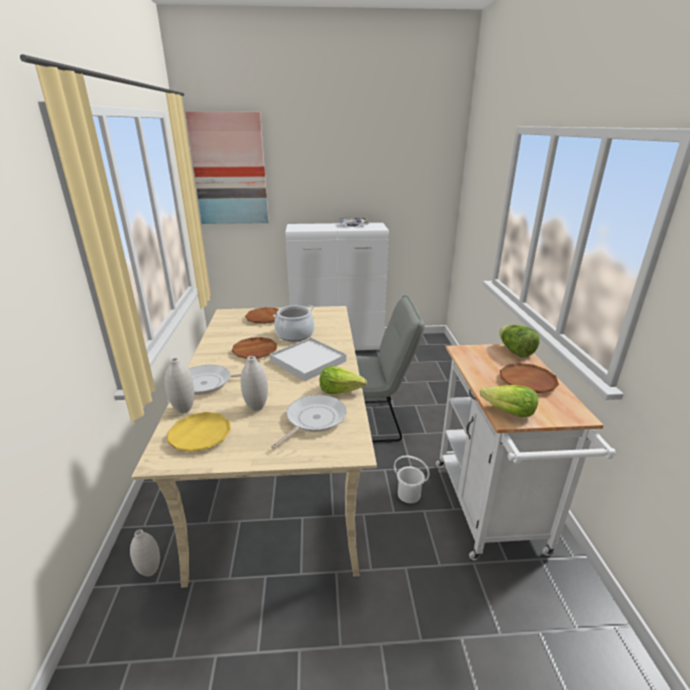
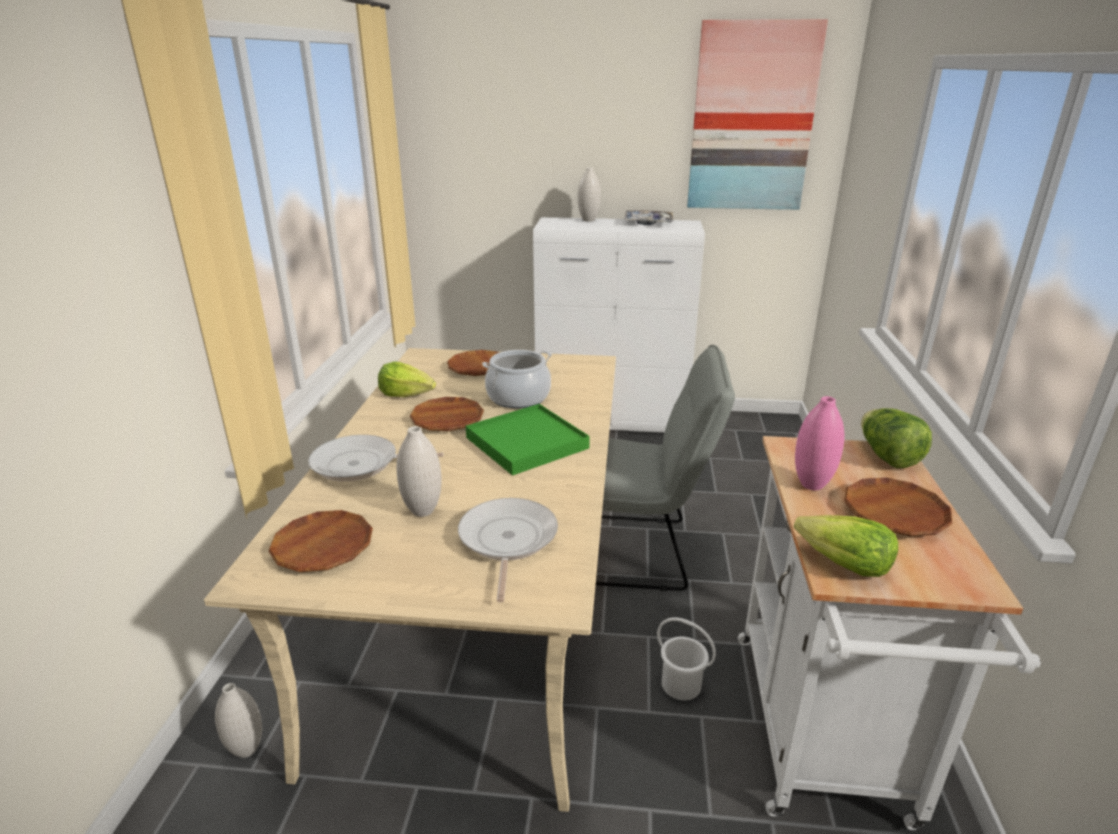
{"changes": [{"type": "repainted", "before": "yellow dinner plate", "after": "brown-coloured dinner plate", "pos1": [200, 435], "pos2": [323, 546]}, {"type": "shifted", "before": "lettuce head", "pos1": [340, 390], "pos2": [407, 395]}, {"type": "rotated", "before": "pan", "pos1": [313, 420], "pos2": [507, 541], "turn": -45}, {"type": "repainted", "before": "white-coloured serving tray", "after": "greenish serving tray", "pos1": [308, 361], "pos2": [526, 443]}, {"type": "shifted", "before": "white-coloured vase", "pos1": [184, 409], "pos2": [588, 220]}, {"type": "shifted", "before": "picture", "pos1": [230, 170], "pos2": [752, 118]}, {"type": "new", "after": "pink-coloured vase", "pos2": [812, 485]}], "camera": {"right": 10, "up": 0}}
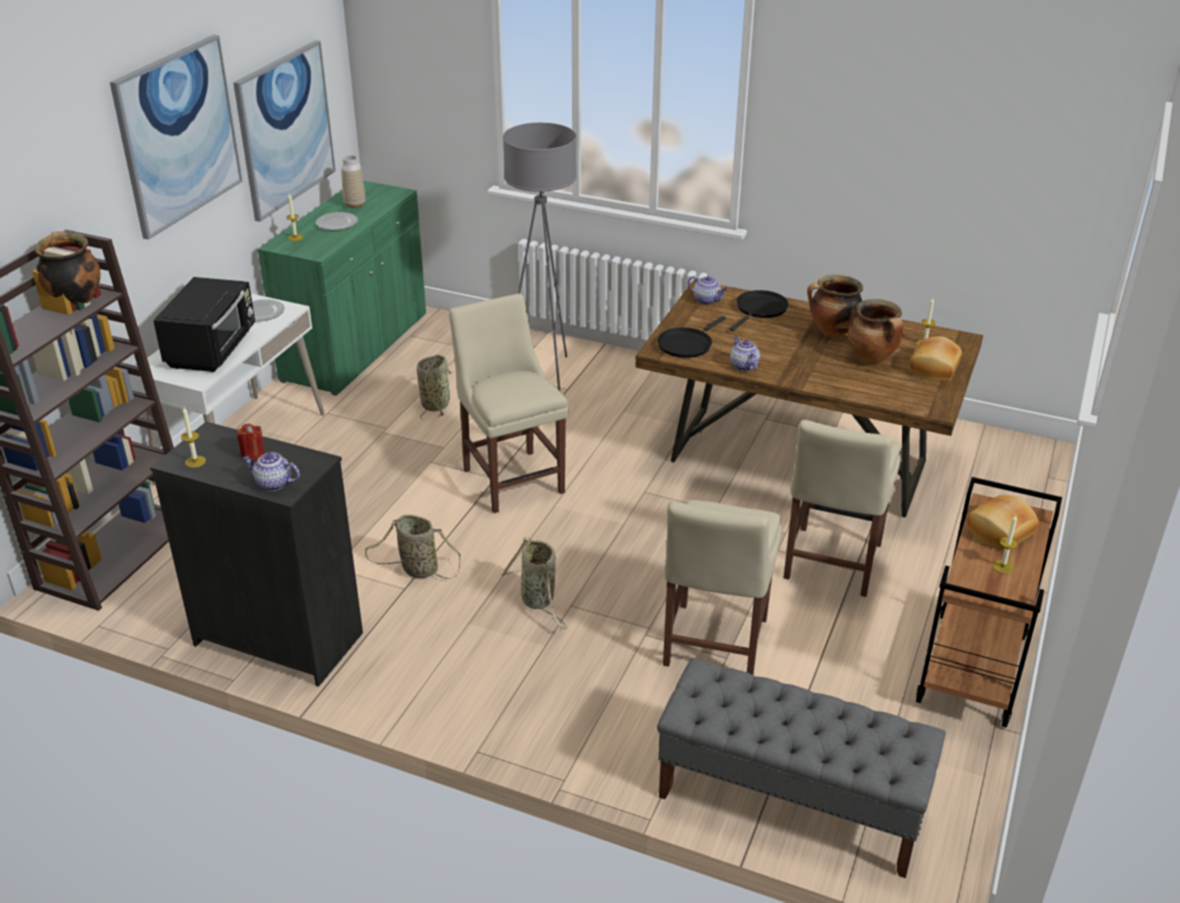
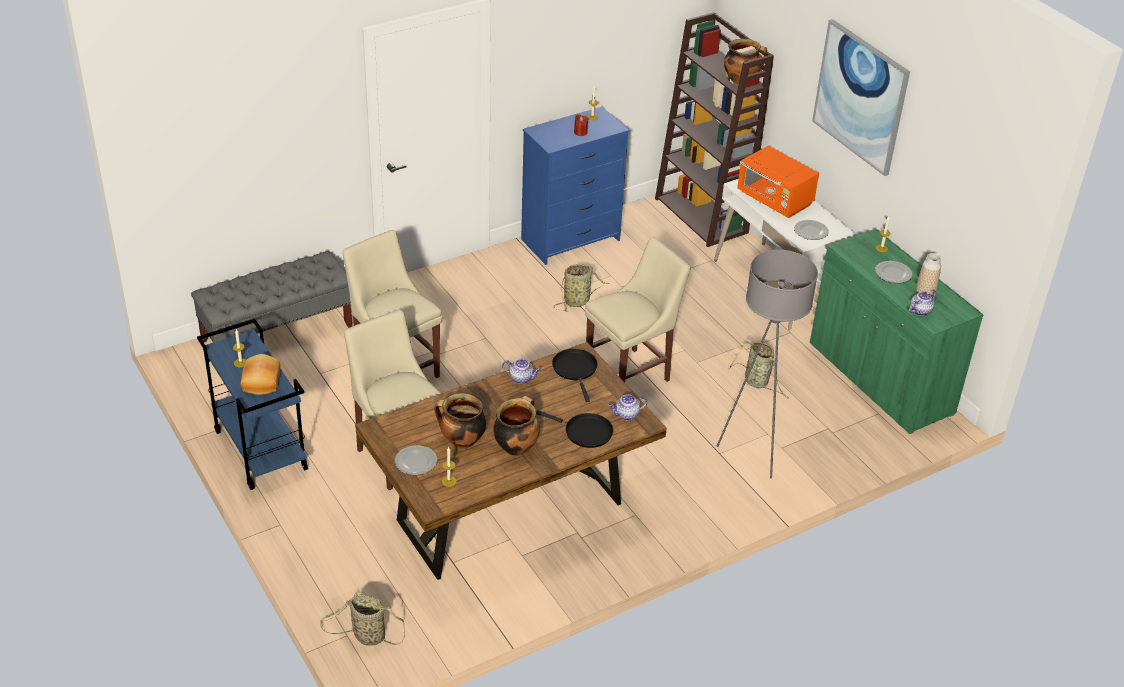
{"changes": [{"type": "repainted", "before": "brown-coloured trolley", "after": "blue-coloured trolley", "pos1": [973, 670], "pos2": [259, 450]}, {"type": "shifted", "before": "storage basket", "pos1": [539, 601], "pos2": [367, 636]}, {"type": "swapped", "before": "bakery bread", "after": "dinner plate", "pos1": [935, 369], "pos2": [415, 461]}, {"type": "repainted", "before": "black drawer chest", "after": "blue-coloured drawer chest", "pos1": [279, 638], "pos2": [571, 240]}, {"type": "rotated", "before": "black pan", "pos1": [760, 309], "pos2": [585, 432], "turn": -45}, {"type": "rotated", "before": "beige-coloured plain chair", "pos1": [511, 478], "pos2": [631, 374], "turn": -45}, {"type": "repainted", "before": "black microwave", "after": "orange-coloured microwave", "pos1": [213, 349], "pos2": [774, 200]}, {"type": "shifted", "before": "teapot", "pos1": [272, 483], "pos2": [920, 310]}, {"type": "gone", "before": "picture", "pos1": [285, 129]}], "camera": {"right": 125, "up": 5}}
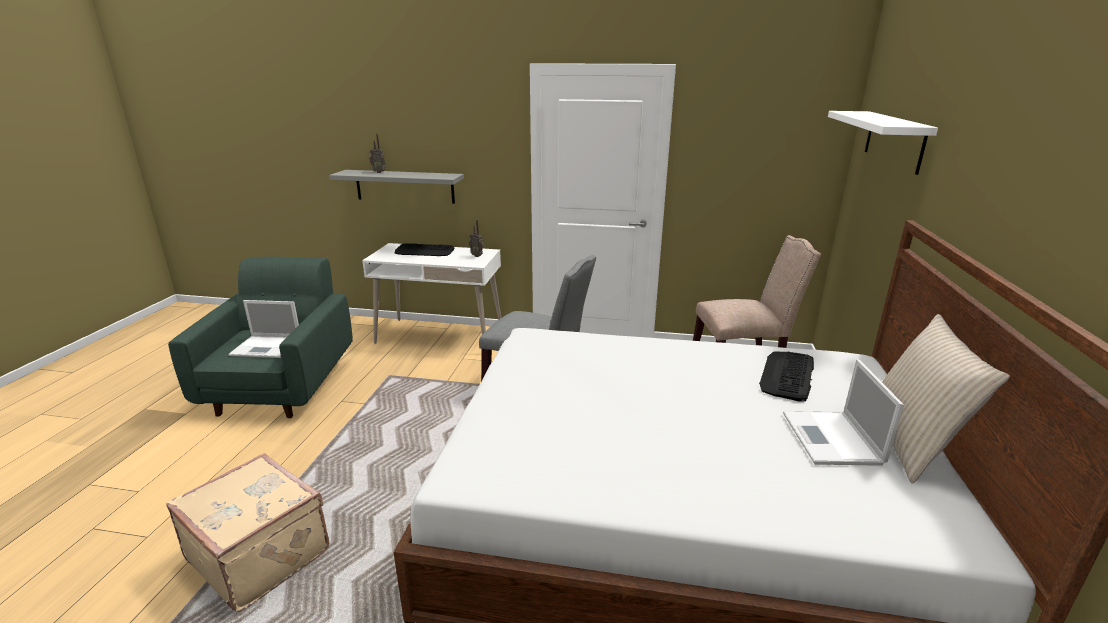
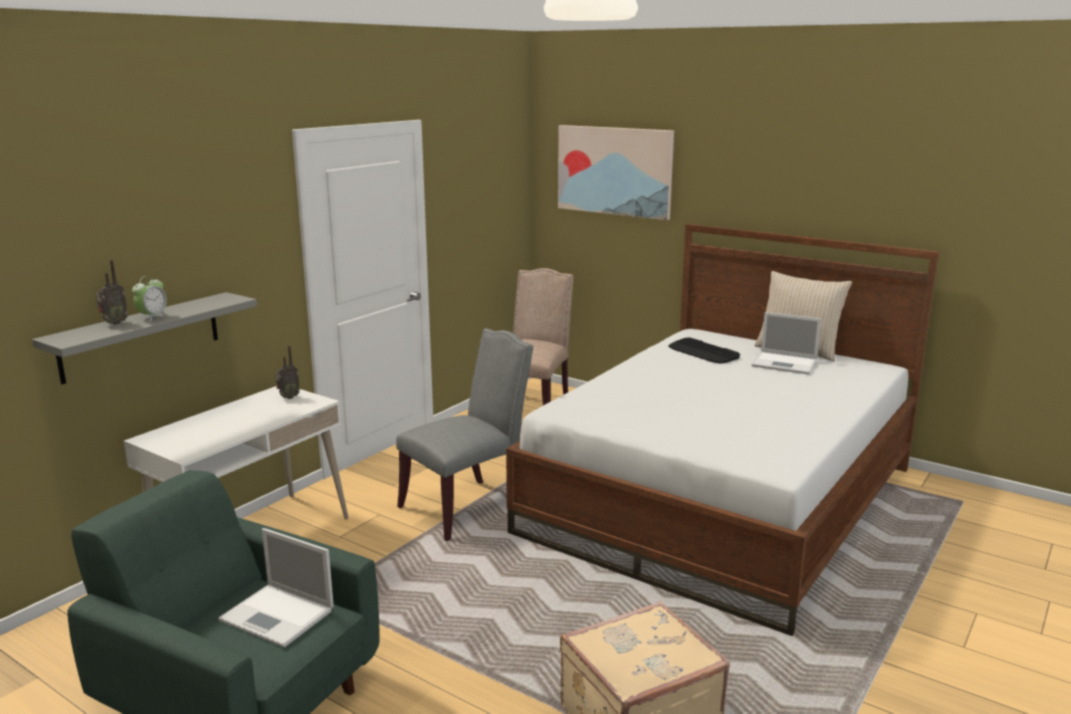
{"changes": [{"type": "new", "after": "bedside clock", "pos2": [152, 317]}, {"type": "rotated", "before": "notebook computer", "pos1": [267, 347], "pos2": [279, 615], "turn": 90}, {"type": "swapped", "before": "white-coloured wall shelf", "after": "picture", "pos1": [894, 140], "pos2": [614, 171]}, {"type": "gone", "before": "keyboard", "pos1": [424, 251]}], "camera": {"right": -65, "up": -5}}
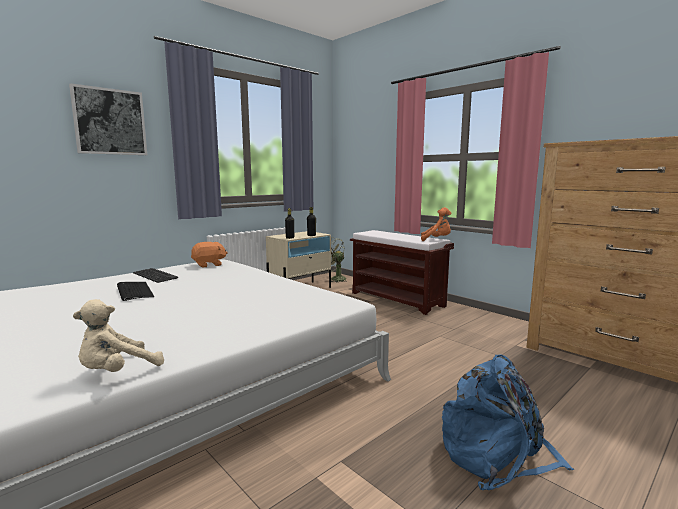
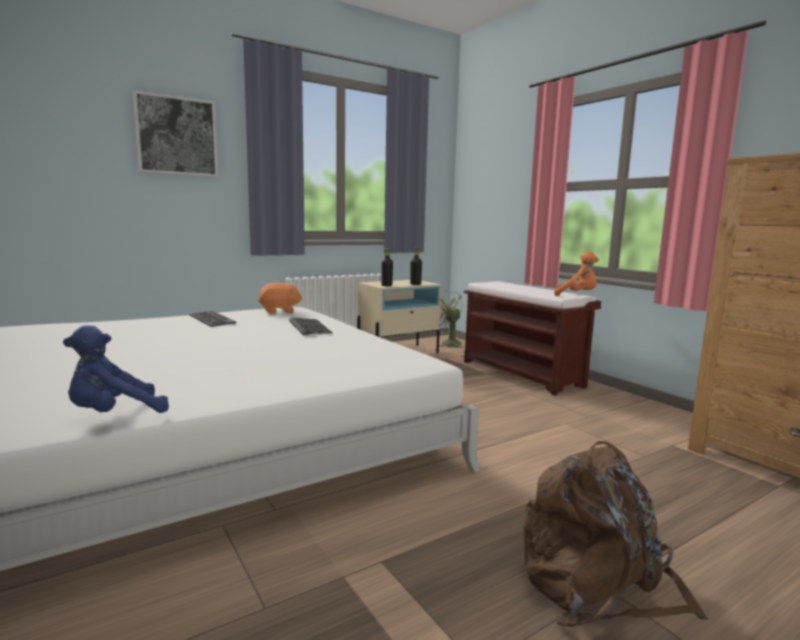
{"changes": [{"type": "repainted", "before": "beige-coloured cuddly toy", "after": "blue-coloured cuddly toy", "pos1": [117, 372], "pos2": [114, 415]}, {"type": "shifted", "before": "keyboard", "pos1": [134, 291], "pos2": [309, 327]}, {"type": "repainted", "before": "blue-coloured backpack", "after": "brown-coloured backpack", "pos1": [497, 456], "pos2": [598, 585]}], "camera": {"right": 10, "up": 0}}
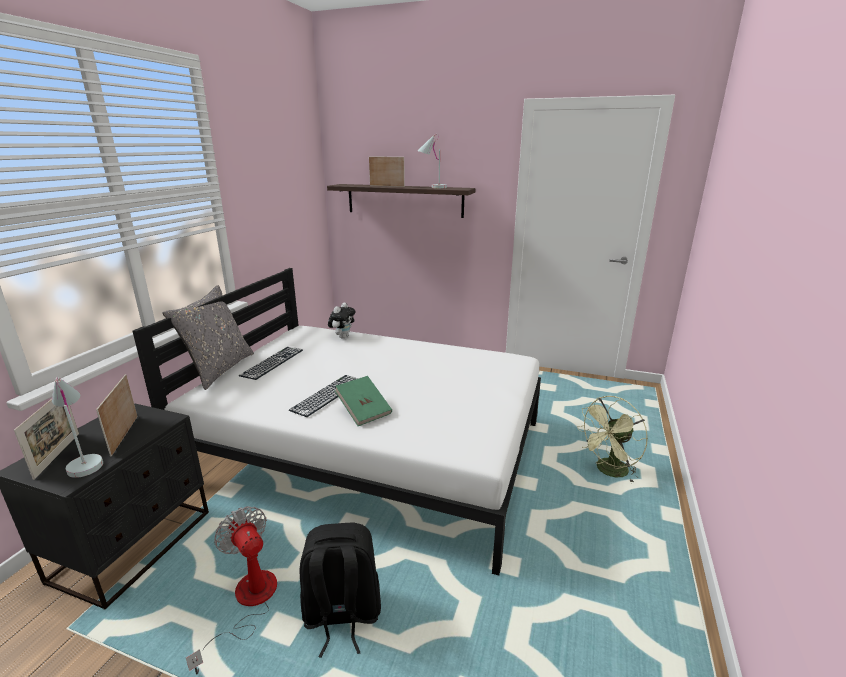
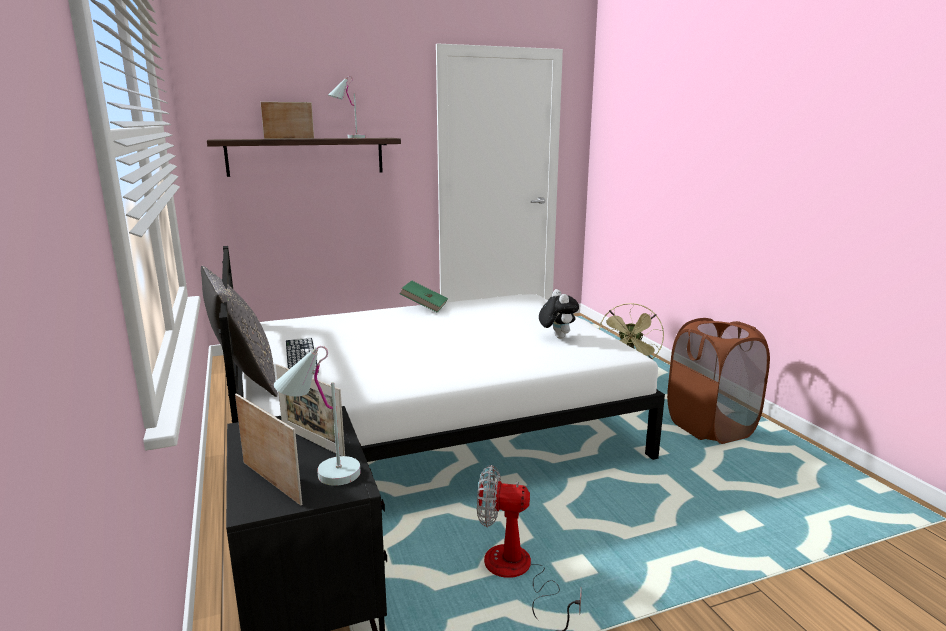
{"changes": [{"type": "shifted", "before": "greenish volume", "pos1": [364, 411], "pos2": [424, 307]}, {"type": "shifted", "before": "cuddly toy", "pos1": [343, 336], "pos2": [557, 337]}, {"type": "new", "after": "brown-coloured hamper", "pos2": [710, 427]}, {"type": "gone", "before": "keyboard", "pos1": [327, 394]}, {"type": "gone", "before": "black backpack", "pos1": [341, 615]}], "camera": {"right": -40, "up": -5}}
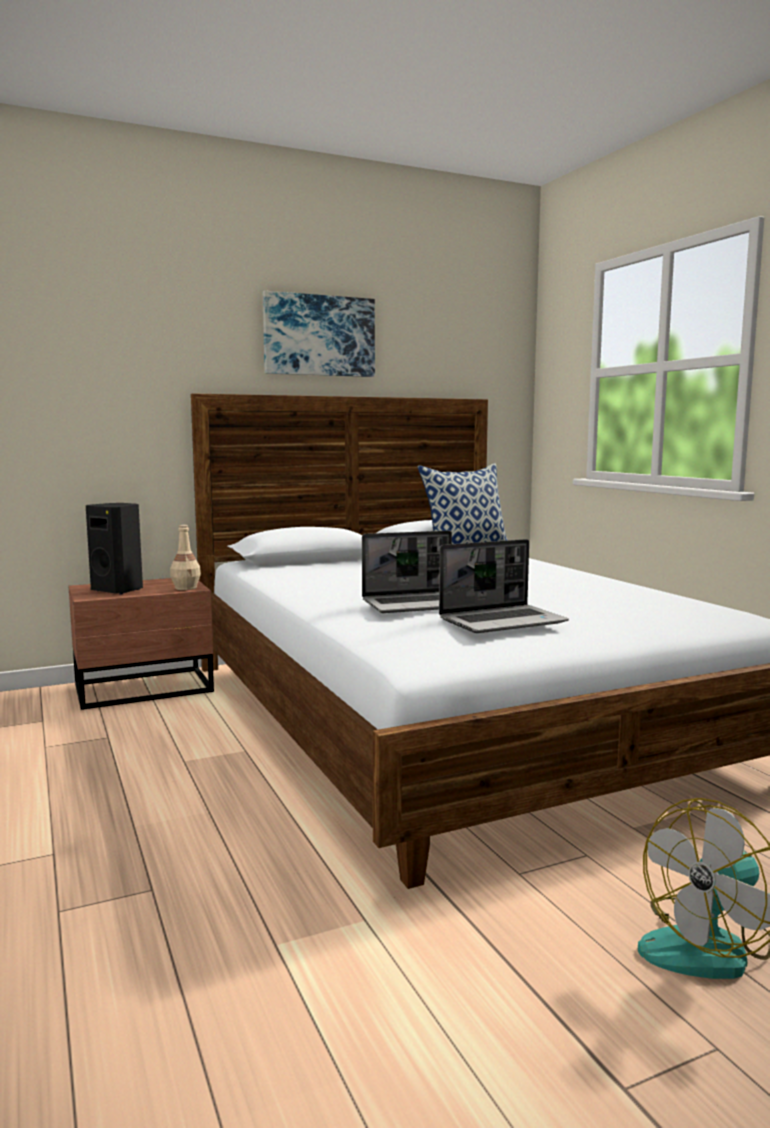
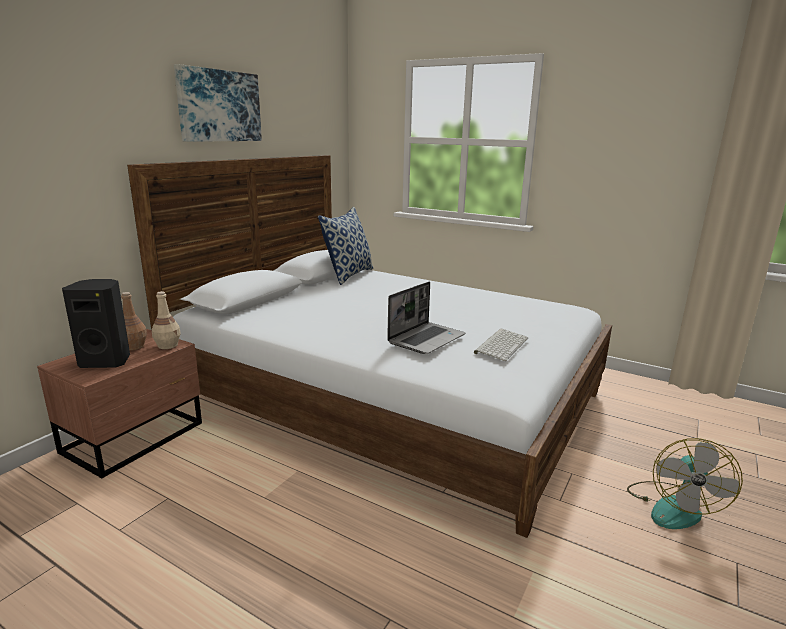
{"changes": [{"type": "new", "after": "brown-coloured drink bottle", "pos2": [134, 347]}, {"type": "swapped", "before": "notebook computer", "after": "keyboard", "pos1": [503, 621], "pos2": [501, 345]}], "camera": {"right": -35, "up": 10}}
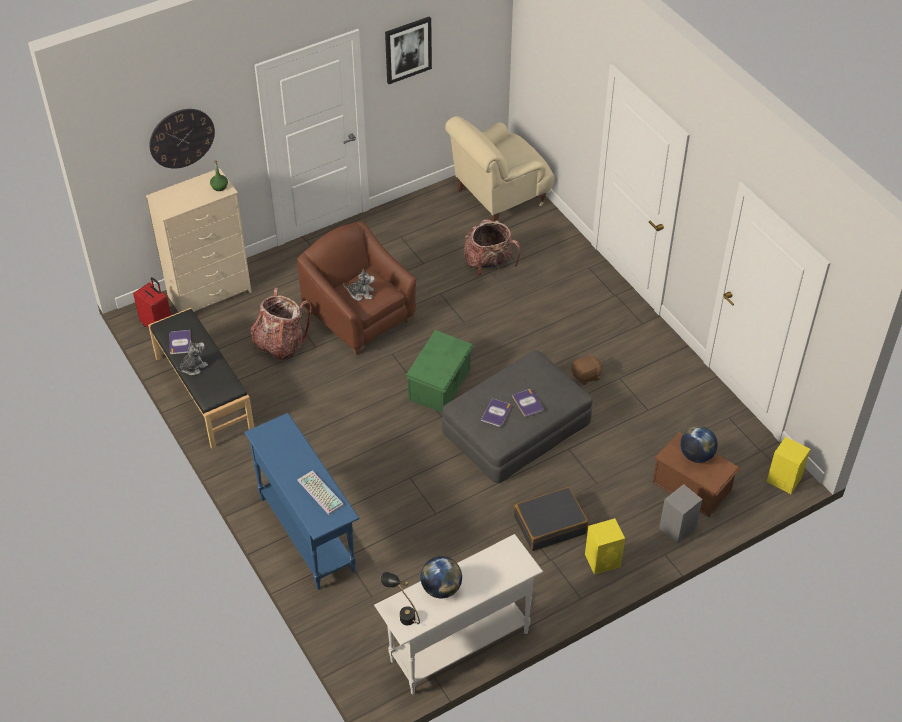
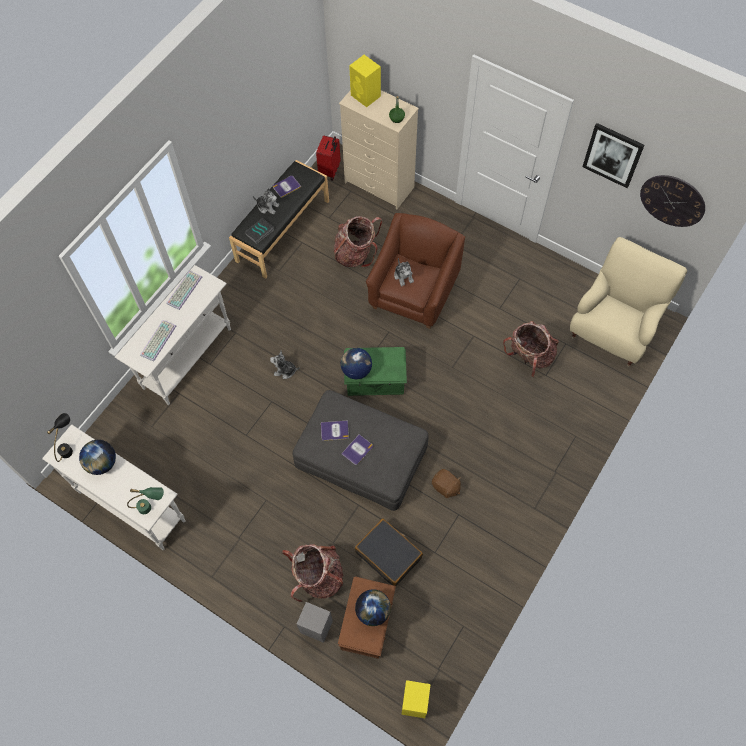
{"changes": [{"type": "repainted", "before": "blue-coloured hall table", "after": "white-coloured hall table", "pos1": [307, 534], "pos2": [188, 358]}, {"type": "new", "after": "greenish lamp for a table", "pos2": [151, 507]}, {"type": "new", "after": "keyboard", "pos2": [184, 289]}, {"type": "new", "after": "volume", "pos2": [259, 232]}, {"type": "new", "after": "cuddly toy", "pos2": [285, 371]}, {"type": "new", "after": "backpack", "pos2": [318, 576]}, {"type": "new", "after": "world globe", "pos2": [356, 370]}, {"type": "shifted", "before": "yellow loudspeaker", "pos1": [603, 560], "pos2": [366, 96]}, {"type": "shifted", "before": "black piece of luggage", "pos1": [549, 524], "pos2": [388, 555]}, {"type": "rotated", "before": "beige-coloured armchair", "pos1": [498, 198], "pos2": [613, 329], "turn": 90}, {"type": "shifted", "before": "hanging clock", "pos1": [181, 138], "pos2": [672, 200]}], "camera": {"right": 65, "up": 15}}
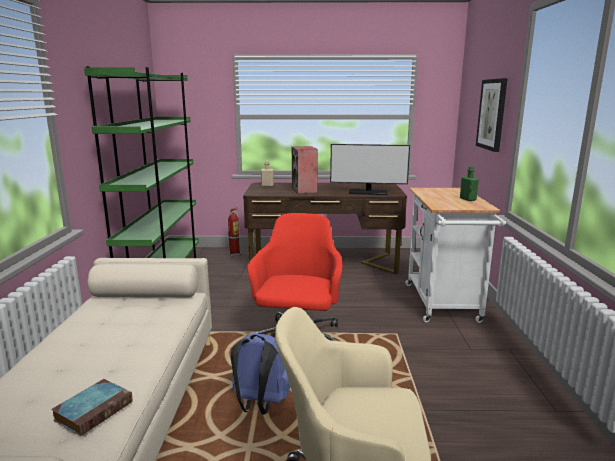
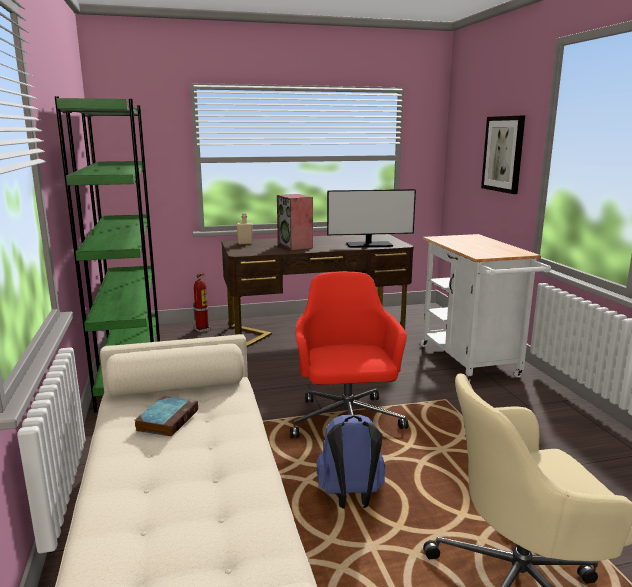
{"changes": [{"type": "shifted", "before": "volume", "pos1": [94, 410], "pos2": [168, 419]}, {"type": "gone", "before": "greenish drink bottle", "pos1": [468, 199]}], "camera": {"right": -15, "up": 0}}
